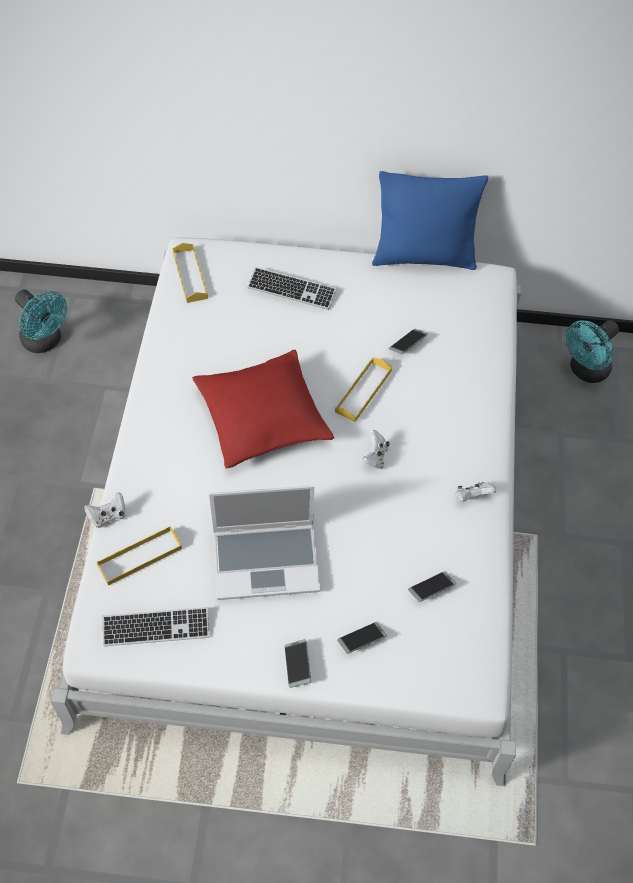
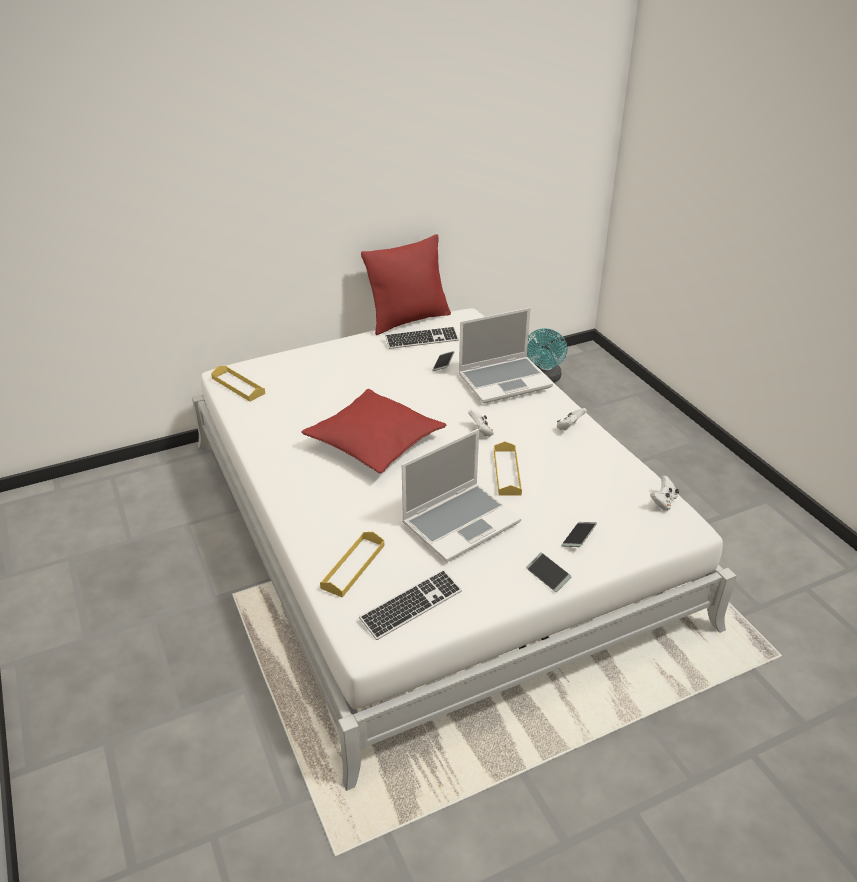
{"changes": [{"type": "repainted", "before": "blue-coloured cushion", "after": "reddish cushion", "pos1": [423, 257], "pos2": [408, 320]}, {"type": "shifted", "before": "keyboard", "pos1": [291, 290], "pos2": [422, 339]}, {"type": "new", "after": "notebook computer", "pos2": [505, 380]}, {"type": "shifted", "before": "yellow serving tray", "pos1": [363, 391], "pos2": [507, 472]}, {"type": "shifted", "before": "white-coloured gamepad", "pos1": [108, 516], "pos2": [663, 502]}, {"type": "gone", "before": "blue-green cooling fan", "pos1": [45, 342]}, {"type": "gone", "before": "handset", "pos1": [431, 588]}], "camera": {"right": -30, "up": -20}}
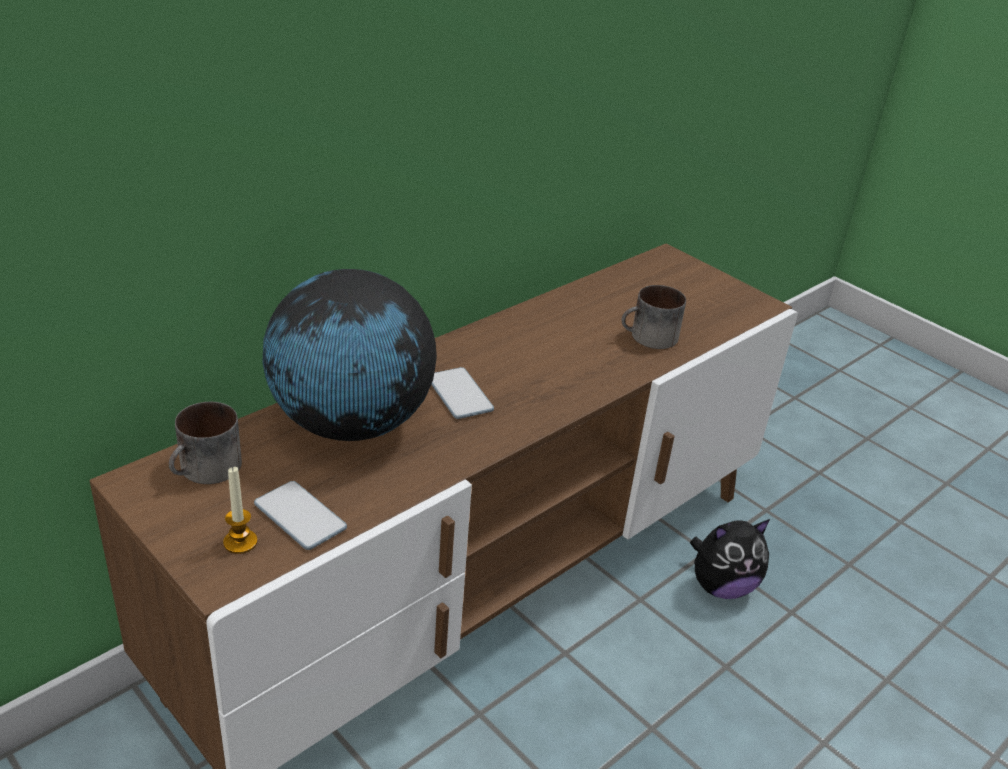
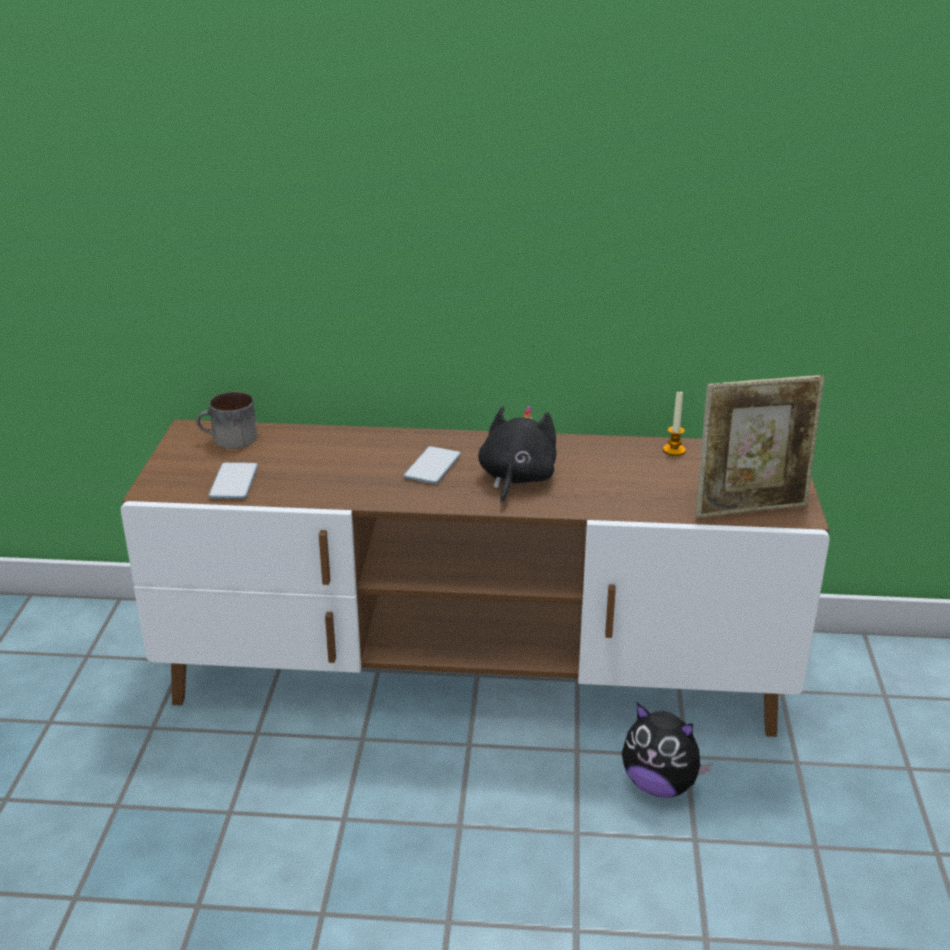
{"changes": [{"type": "new", "after": "black cuddly toy", "pos2": [516, 479]}, {"type": "shifted", "before": "candle", "pos1": [240, 542], "pos2": [674, 450]}, {"type": "new", "after": "standing frame", "pos2": [750, 508]}, {"type": "gone", "before": "world globe", "pos1": [350, 424]}, {"type": "gone", "before": "tea mug", "pos1": [649, 338]}], "camera": {"right": 50, "up": -5}}
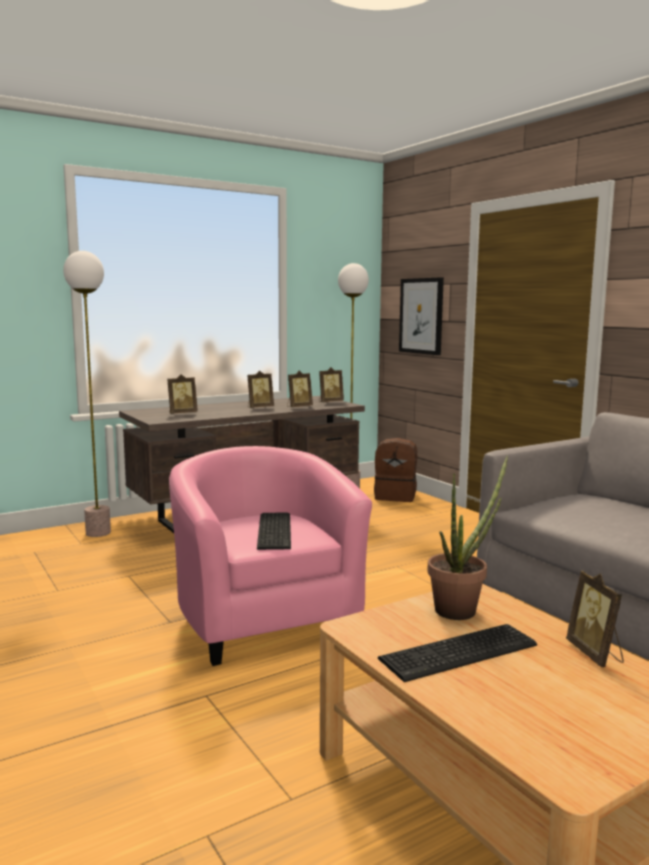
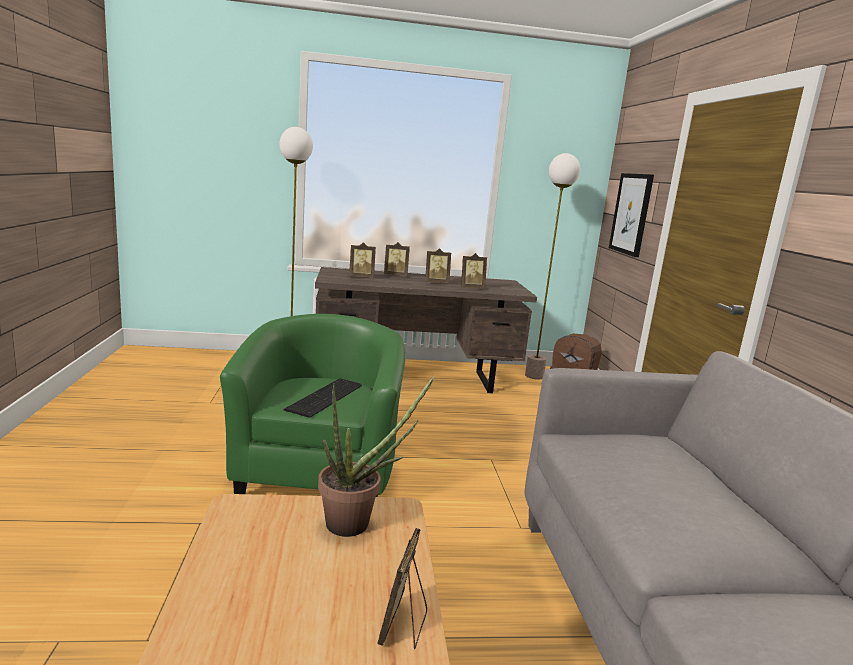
{"changes": [{"type": "repainted", "before": "pink-coloured armchair", "after": "greenish armchair", "pos1": [263, 619], "pos2": [319, 472]}, {"type": "shifted", "before": "standing frame", "pos1": [330, 402], "pos2": [395, 275]}, {"type": "gone", "before": "keyboard", "pos1": [462, 653]}], "camera": {"right": 25, "up": 5}}
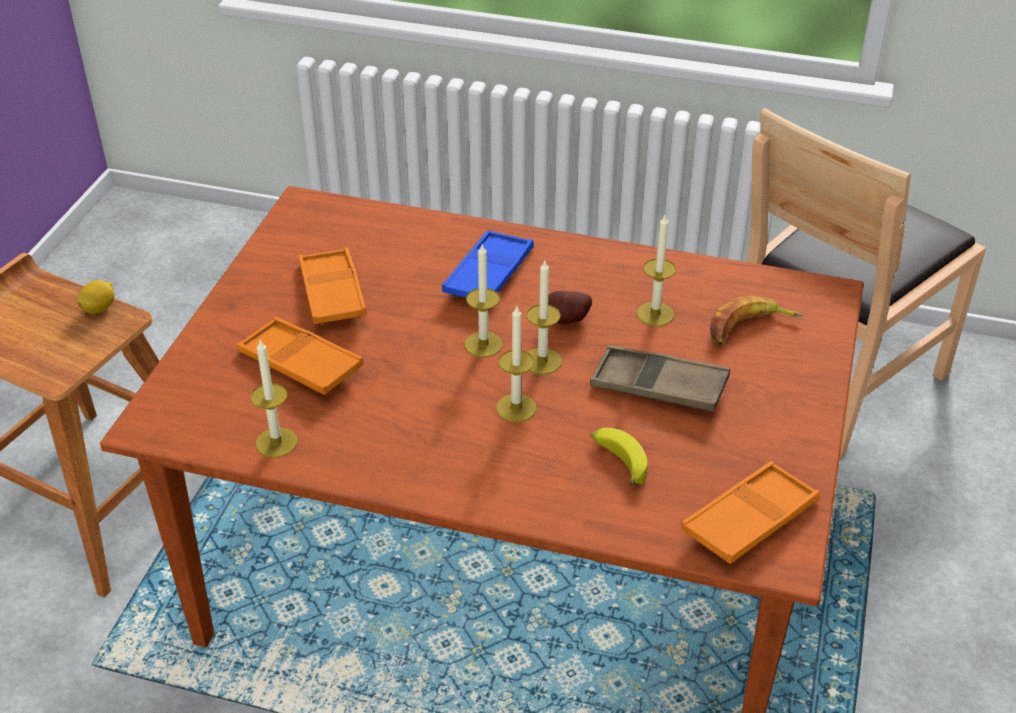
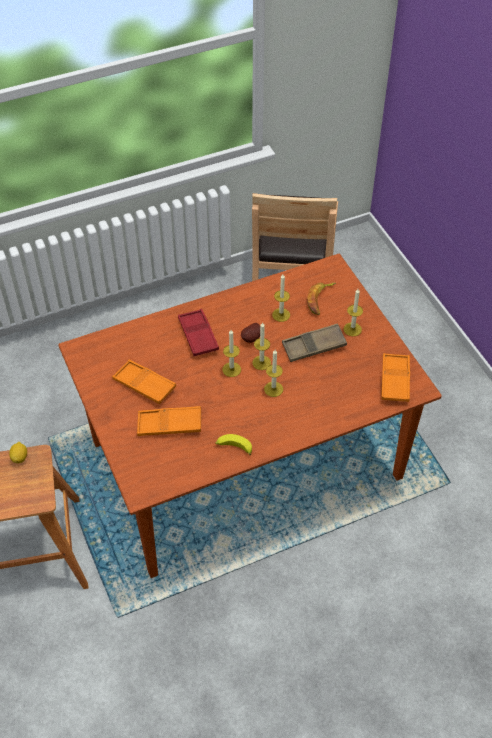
{"changes": [{"type": "repainted", "before": "blue-coloured serving tray", "after": "reddish serving tray", "pos1": [489, 274], "pos2": [198, 335]}, {"type": "shifted", "before": "banana fruit", "pos1": [618, 461], "pos2": [234, 447]}, {"type": "shifted", "before": "candle", "pos1": [276, 442], "pos2": [352, 329]}], "camera": {"right": -40, "up": 10}}
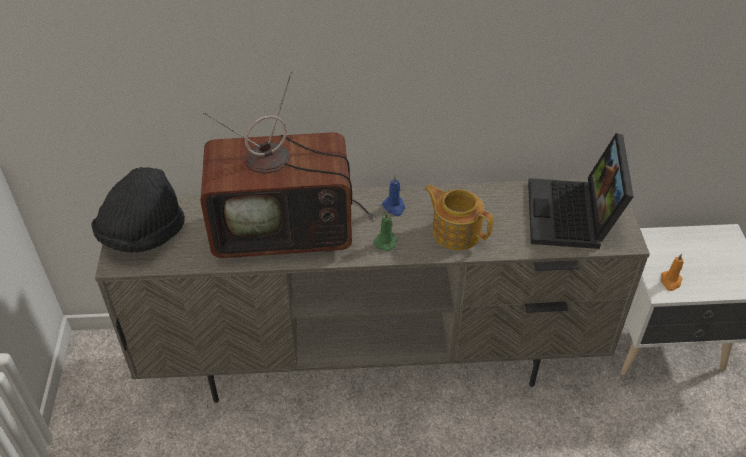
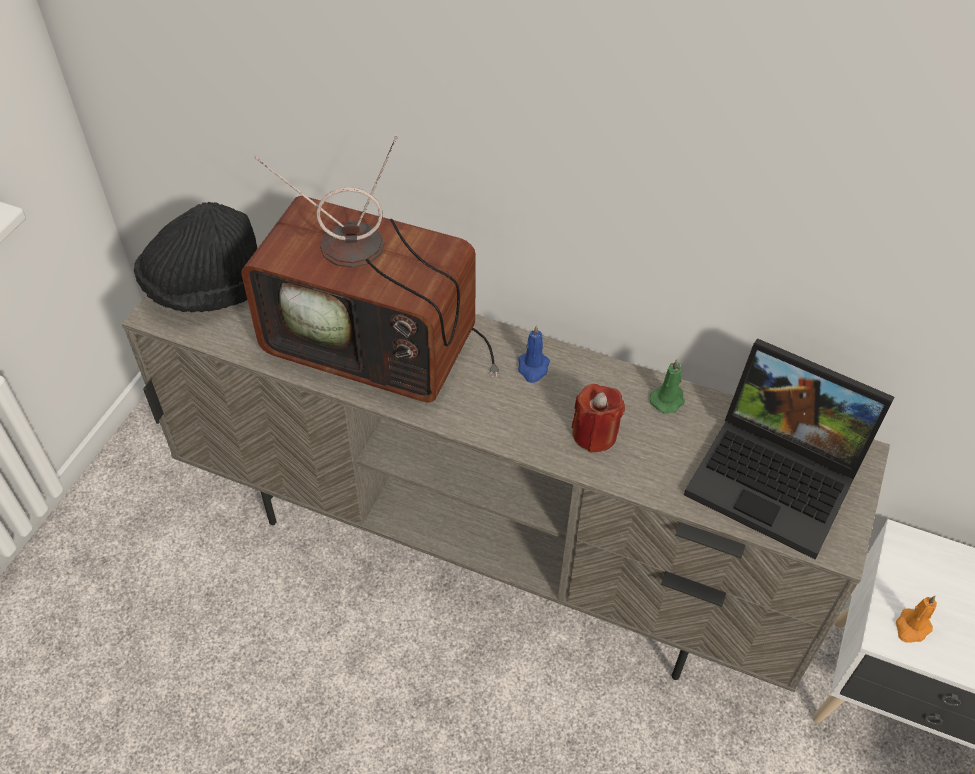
{"changes": [{"type": "swapped", "before": "teapot", "after": "reddish candle", "pos1": [456, 231], "pos2": [594, 434]}, {"type": "shifted", "before": "greenish candle", "pos1": [386, 241], "pos2": [668, 399]}, {"type": "rotated", "before": "notebook computer", "pos1": [573, 217], "pos2": [778, 478], "turn": -90}], "camera": {"right": 25, "up": 5}}
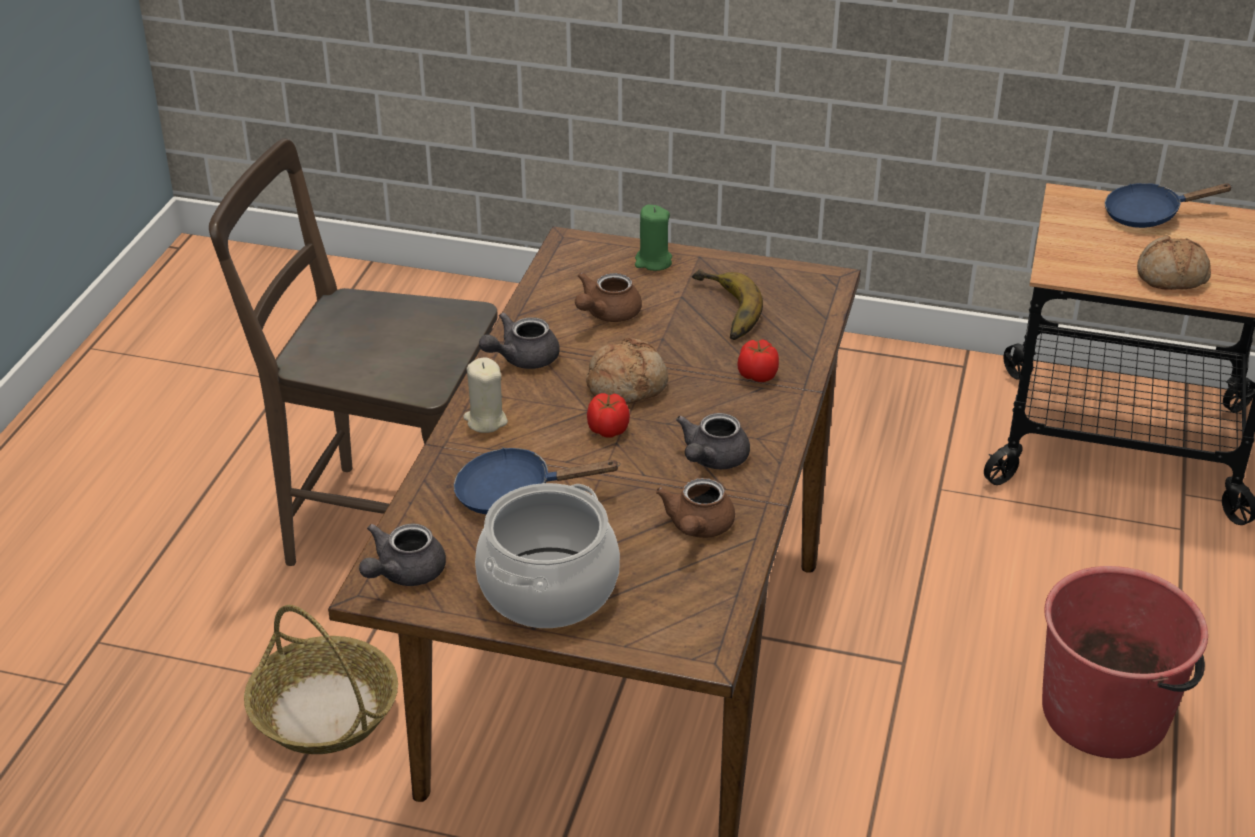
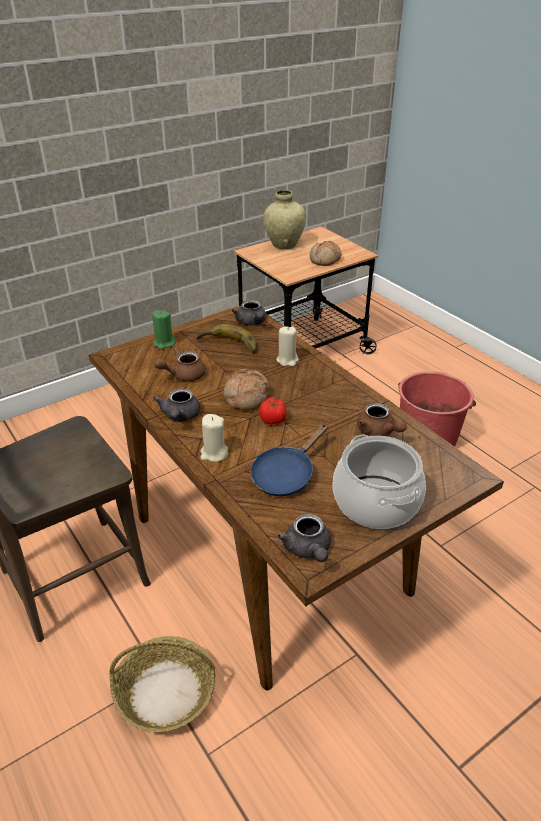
{"changes": [{"type": "rotated", "before": "brown-coloured teapot", "pos1": [606, 314], "pos2": [183, 375], "turn": 75}, {"type": "shifted", "before": "grey teapot", "pos1": [712, 459], "pos2": [252, 323]}, {"type": "swapped", "before": "blue-coloured pan", "after": "beige-coloured vase", "pos1": [1149, 215], "pos2": [284, 245]}, {"type": "swapped", "before": "tomato", "after": "beige-coloured candle", "pos1": [758, 374], "pos2": [287, 360]}], "camera": {"right": -50, "up": 0}}
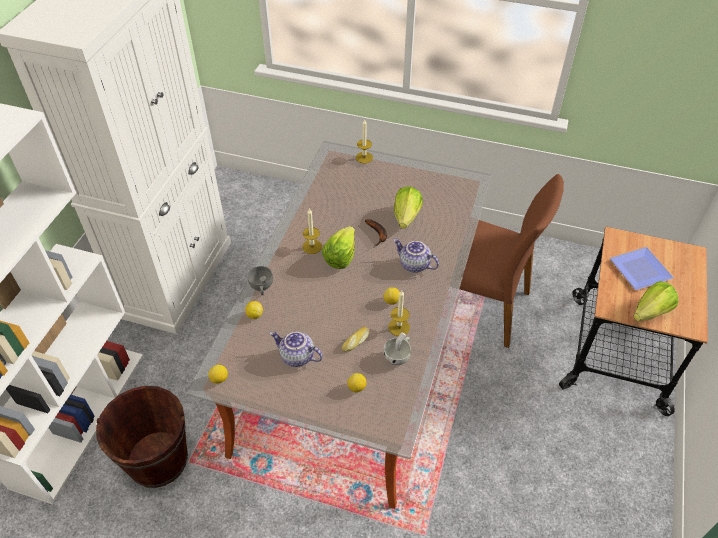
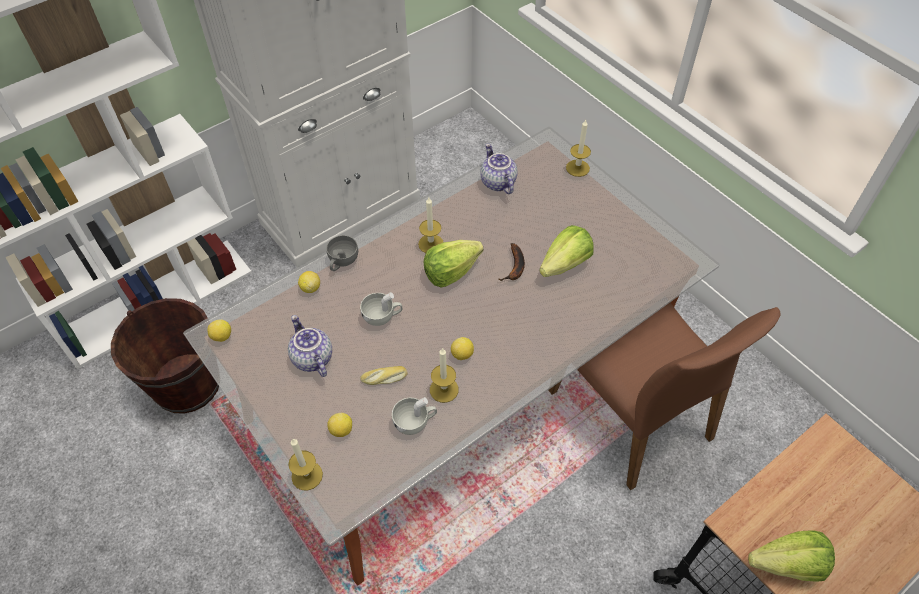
{"changes": [{"type": "new", "after": "candle", "pos2": [307, 475]}, {"type": "new", "after": "white-coloured drinking cup", "pos2": [382, 316]}, {"type": "shifted", "before": "teapot", "pos1": [414, 265], "pos2": [497, 182]}, {"type": "gone", "before": "dinner plate", "pos1": [642, 271]}], "camera": {"right": 35, "up": 5}}
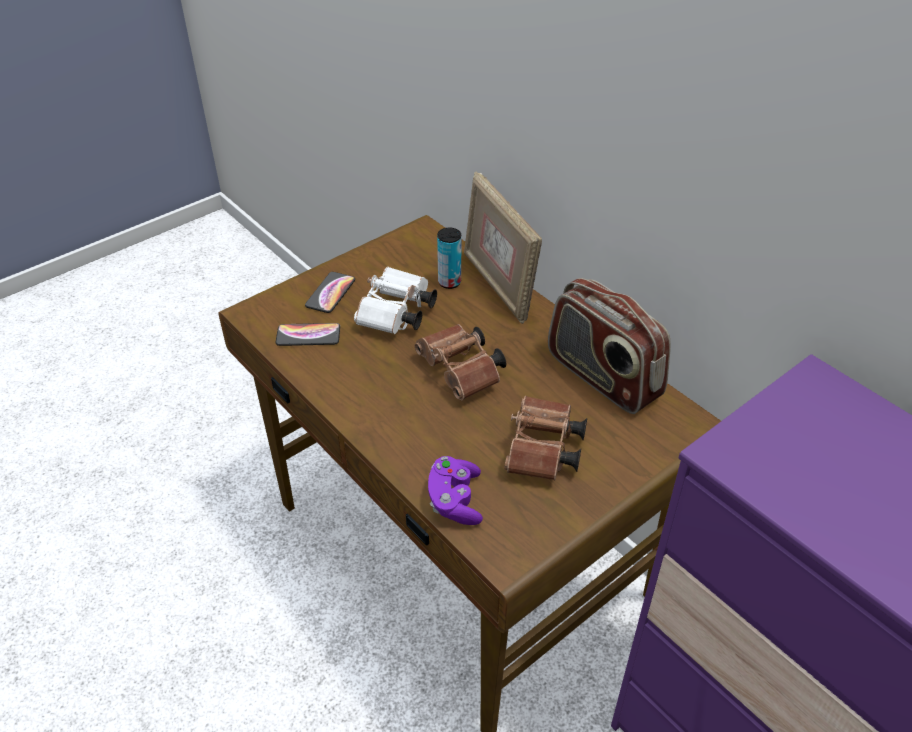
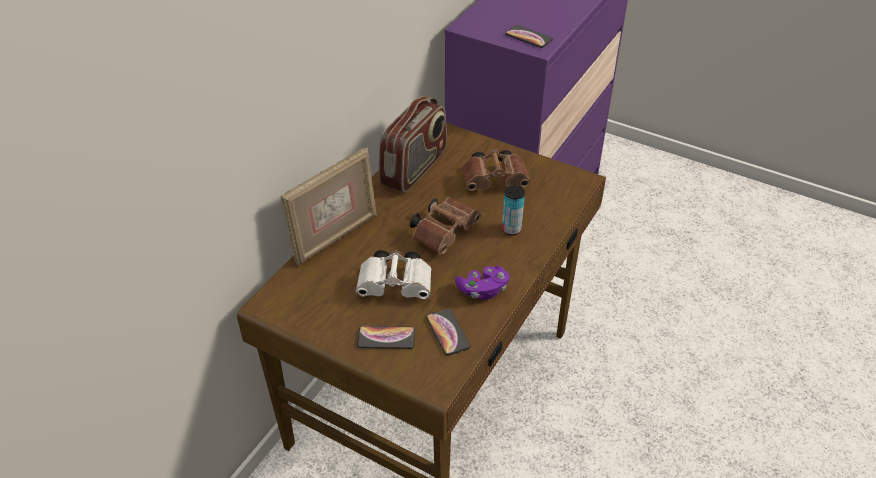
{"changes": [{"type": "shifted", "before": "purplish gamepad", "pos1": [455, 500], "pos2": [483, 290]}, {"type": "shifted", "before": "sealed can", "pos1": [449, 282], "pos2": [511, 229]}, {"type": "new", "after": "handset", "pos2": [528, 37]}], "camera": {"right": -110, "up": 0}}
